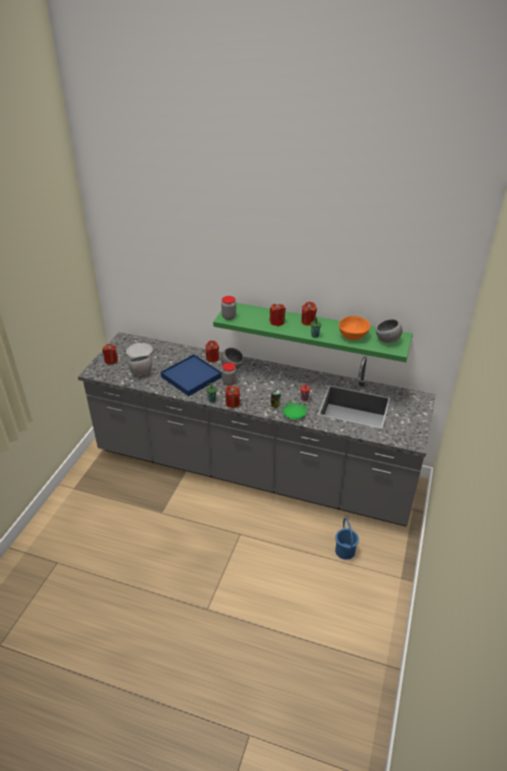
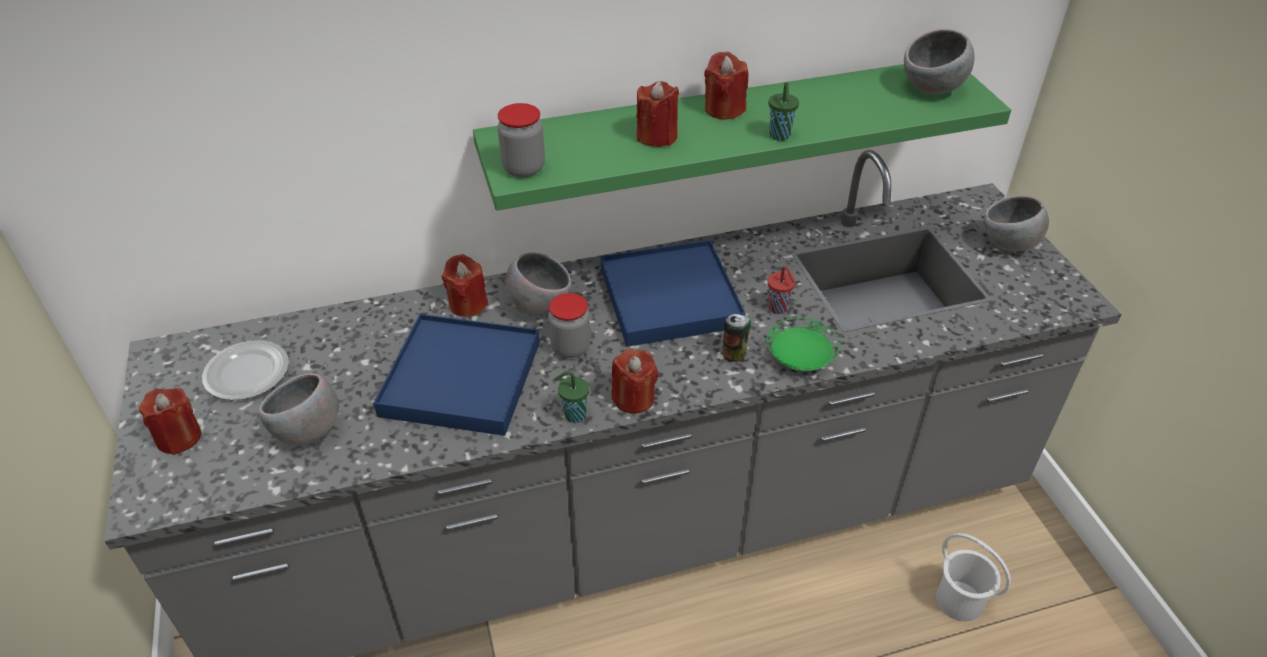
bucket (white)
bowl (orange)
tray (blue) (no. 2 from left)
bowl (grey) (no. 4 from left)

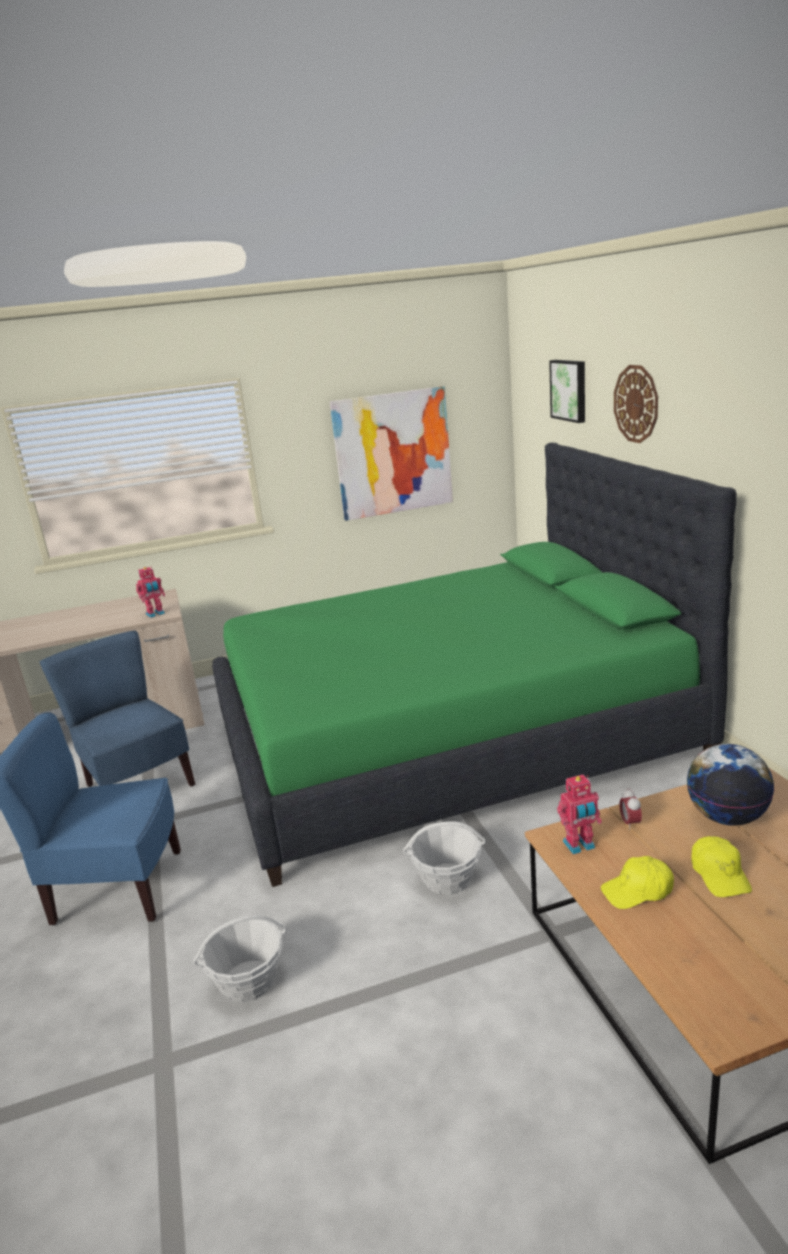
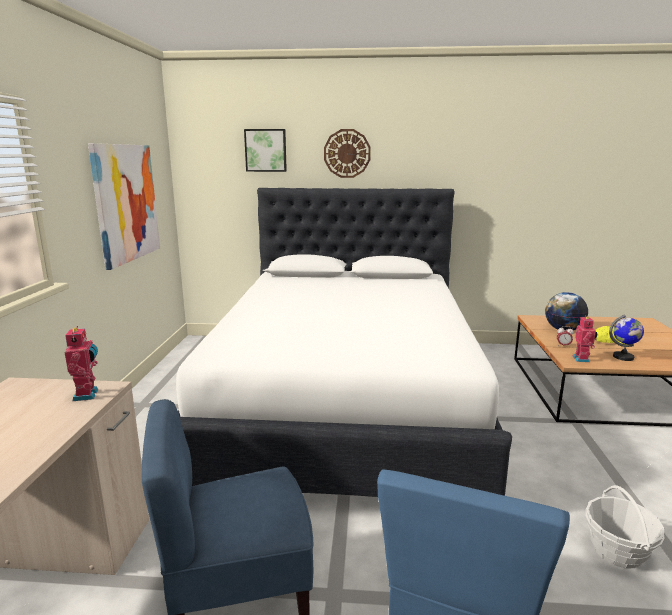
bed (white)
basket (no. 2 from left in the first image)
globe (no. 2 from left)

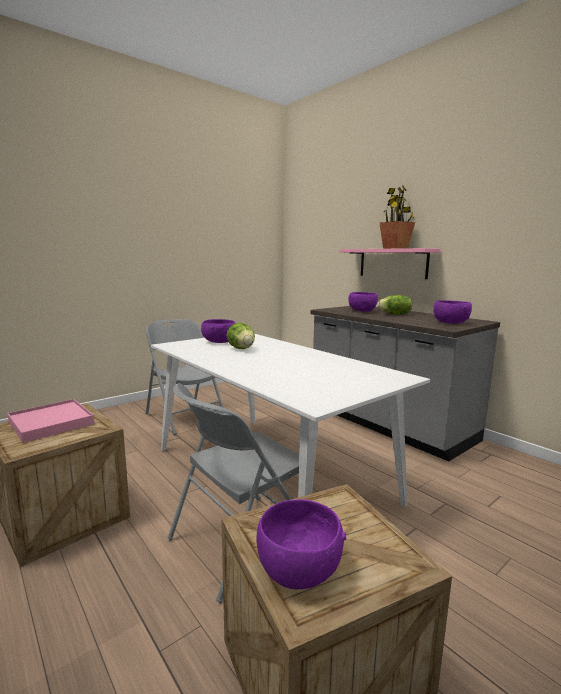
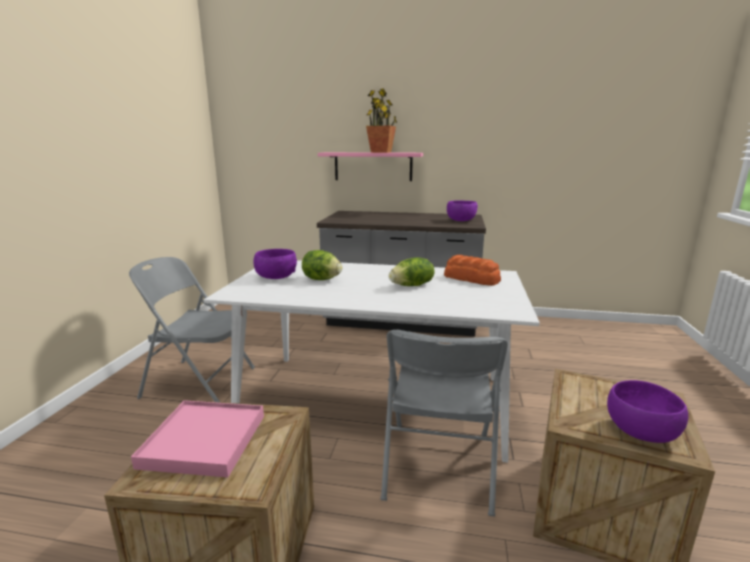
bowl (purple) (no. 3 from left in the first image)
lettuce (no. 2 from left)
bread

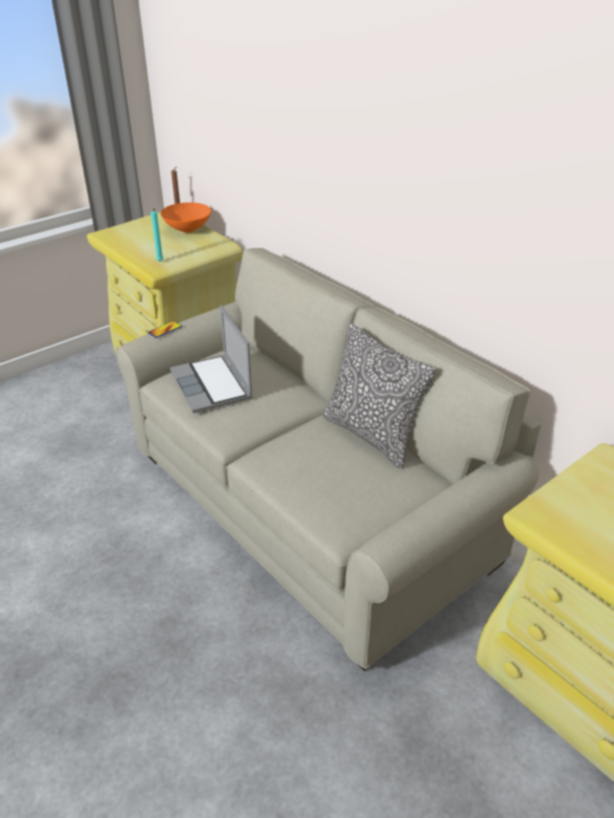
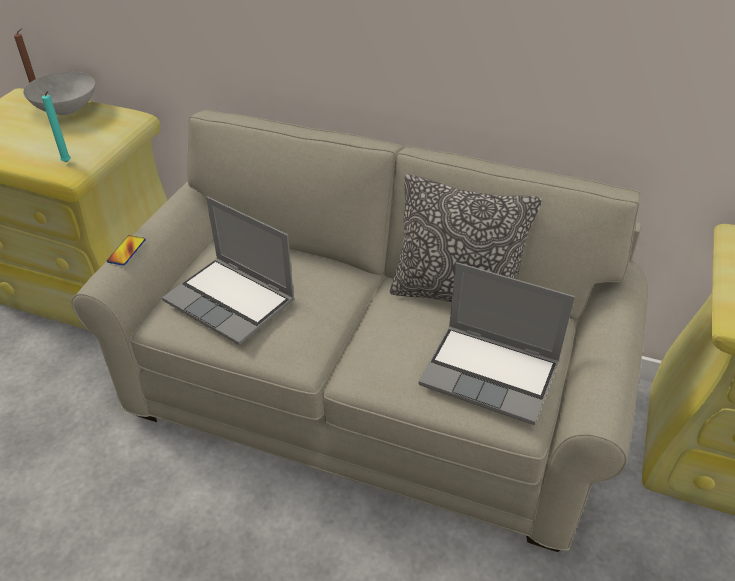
bowl (grey)
laptop (no. 2 from left)

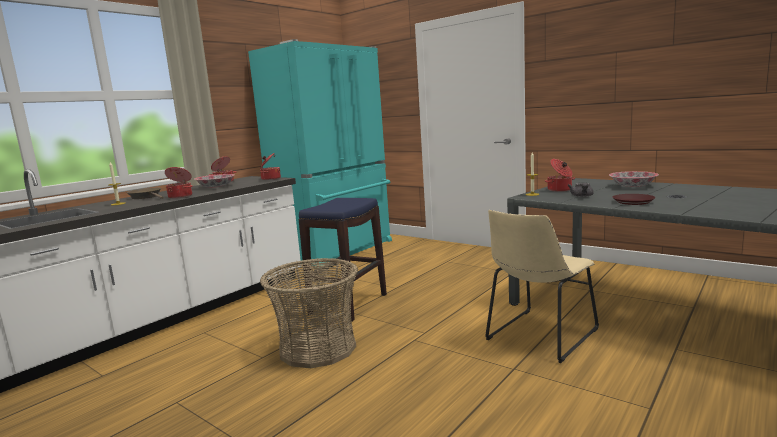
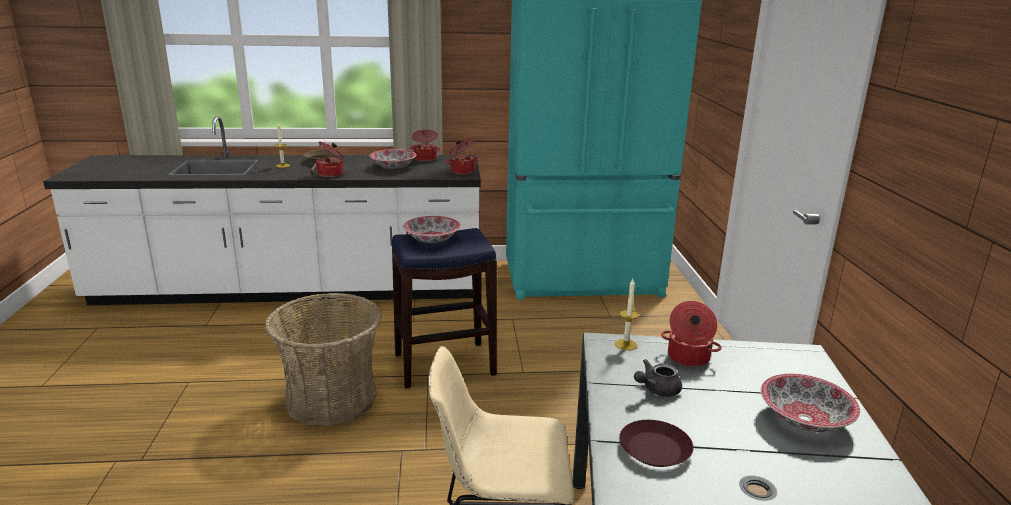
bowl (no. 2 from left)

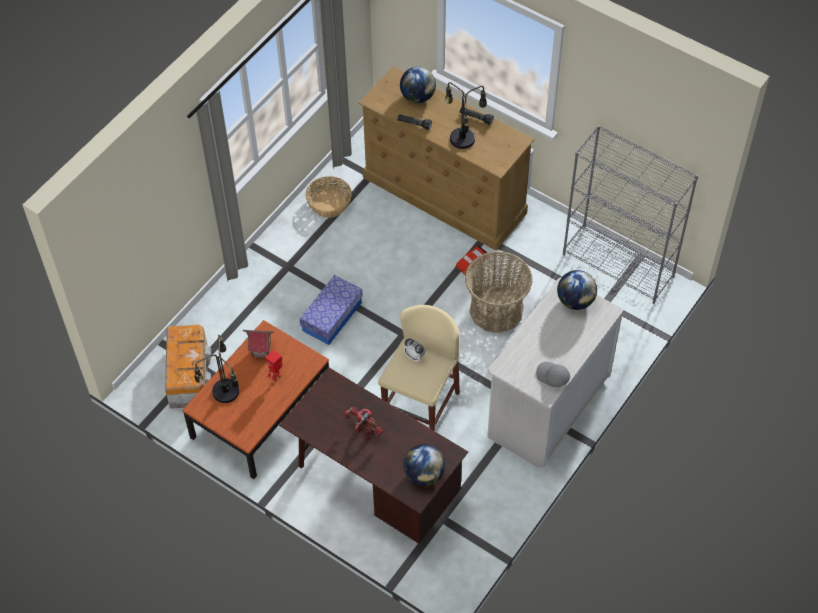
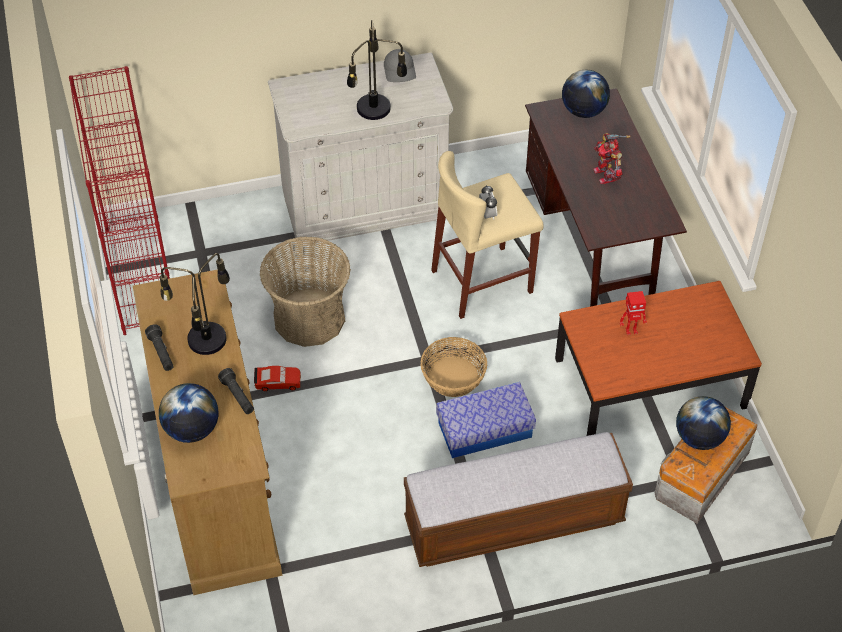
table lamp (no. 2 from left)
toy house
basket (no. 2 from left)
globe (no. 3 from left)
bookcase (red)
bench

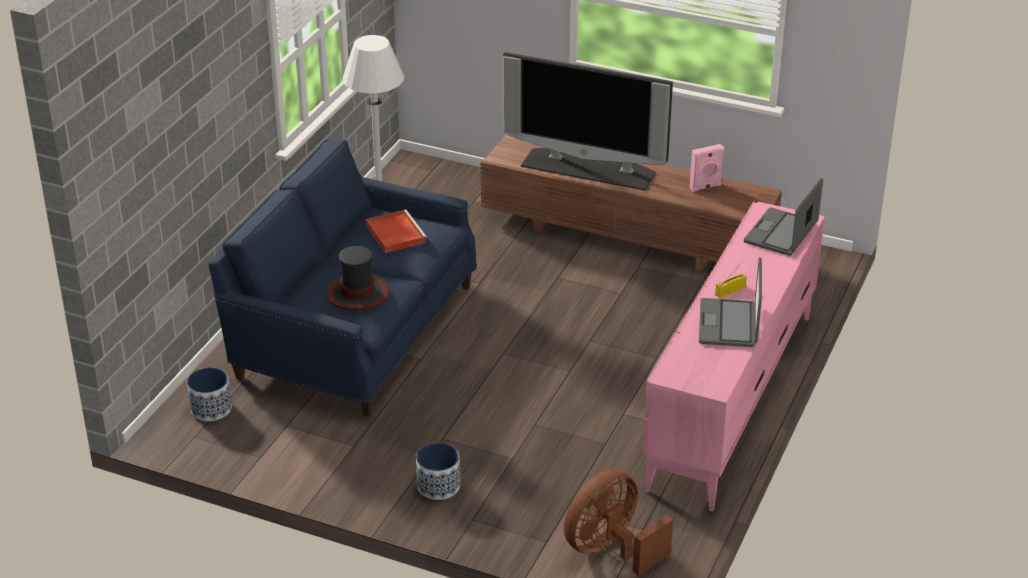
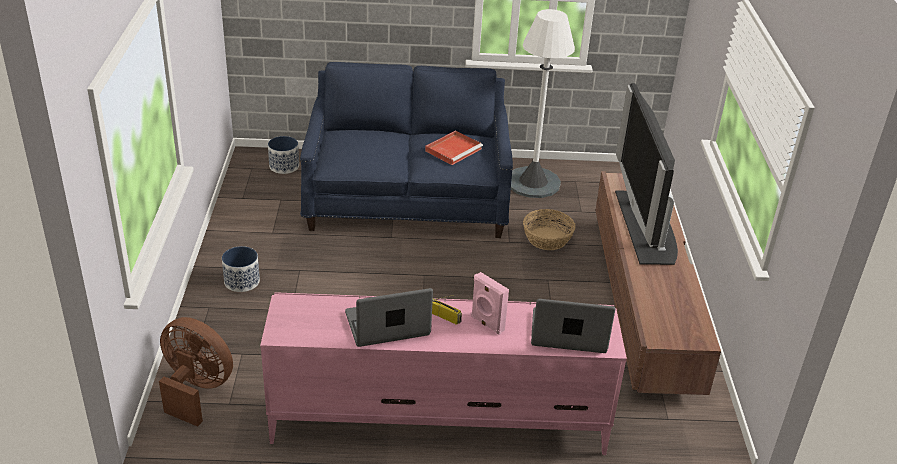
hat
speaker (pink)
basket

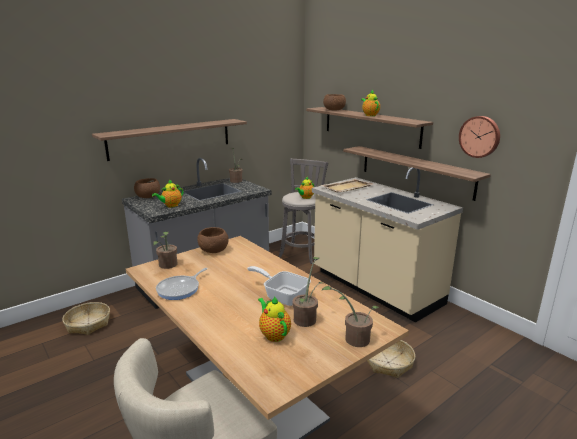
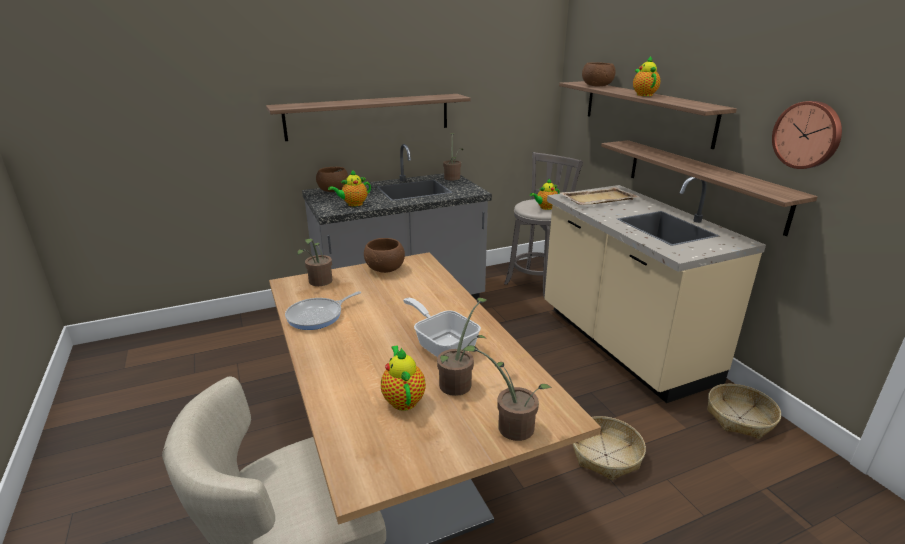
basket (no. 2 from left)

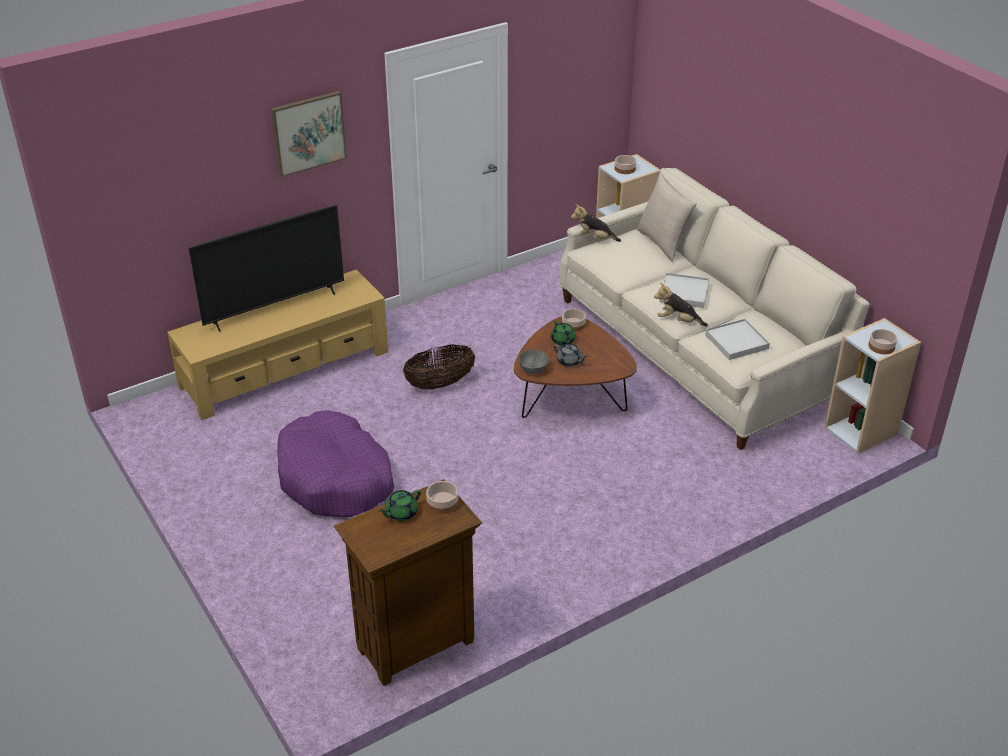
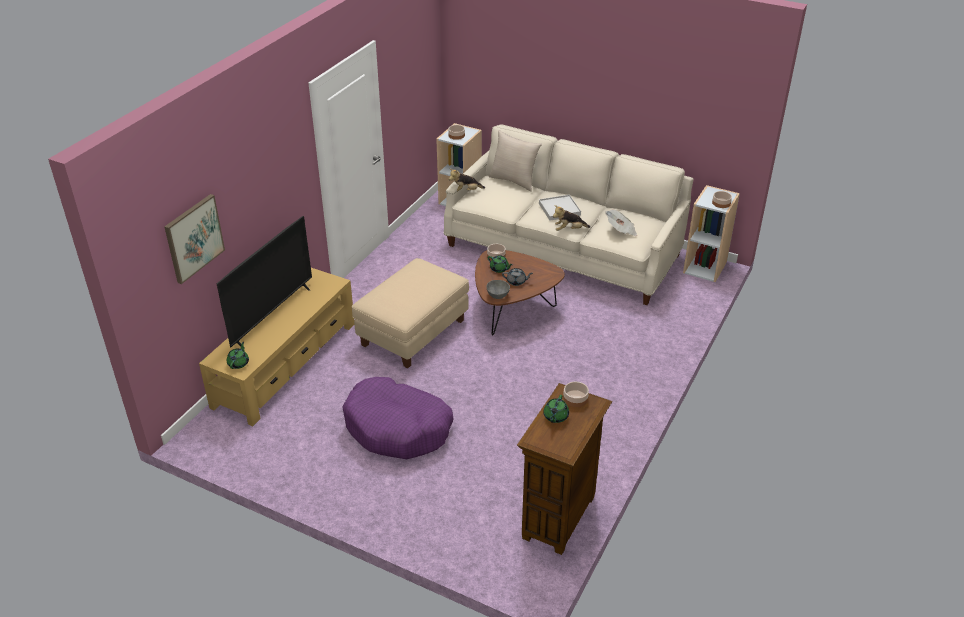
picture
ottoman (beige)
newspaper
teapot (green) (no. 1 from left)

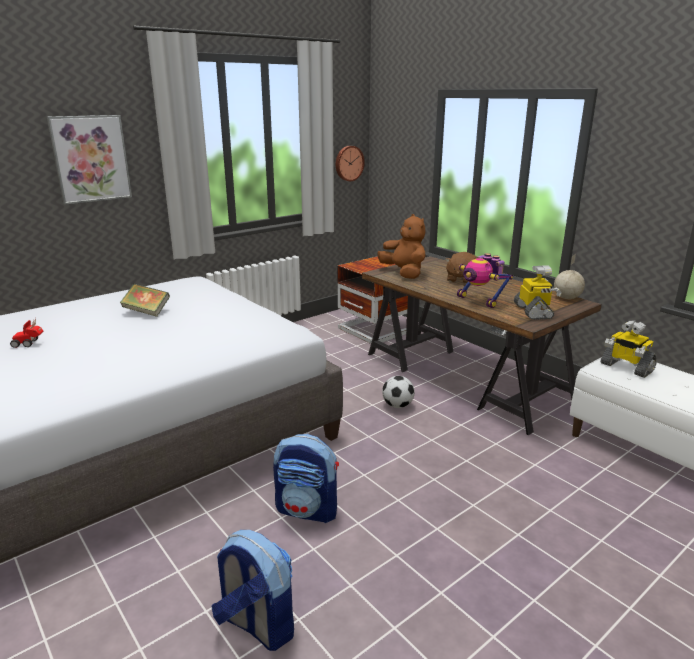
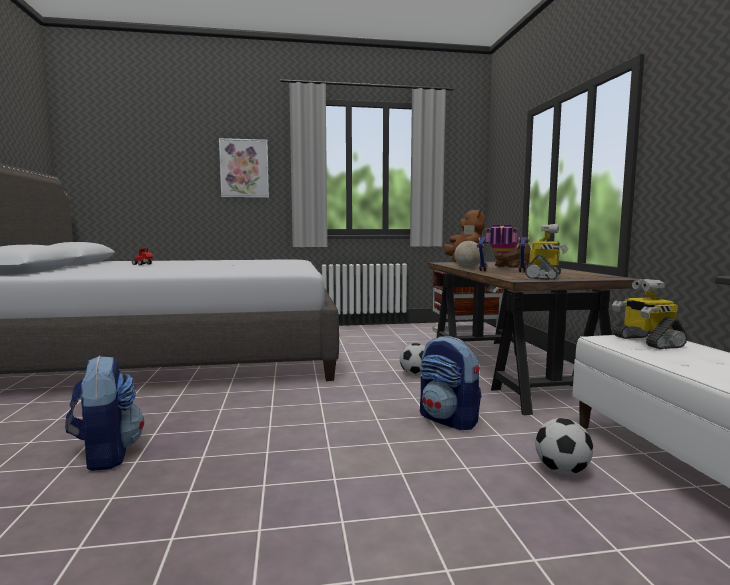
book
backpack (no. 2 from left)
wall clock
toy robot (no. 1 from left)
globe
football (no. 2 from left)

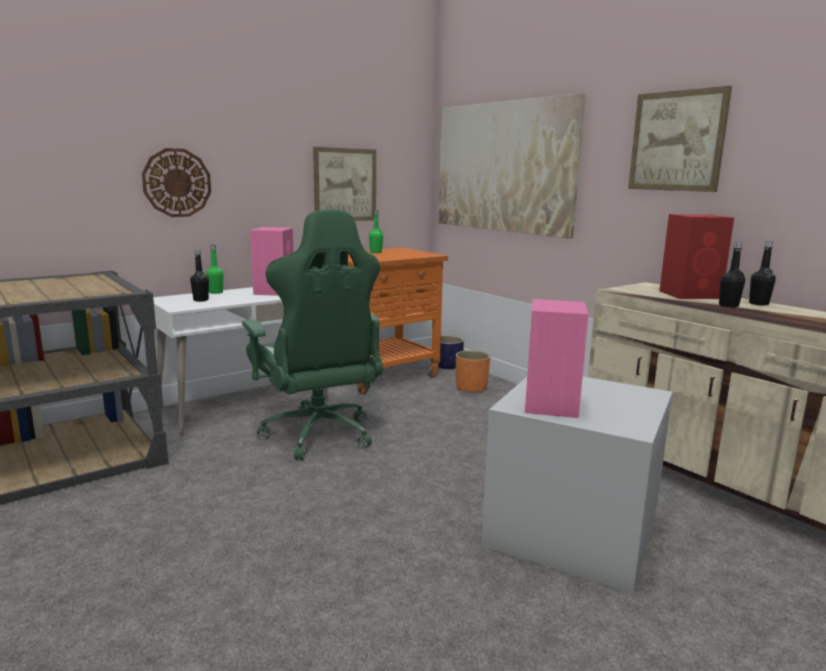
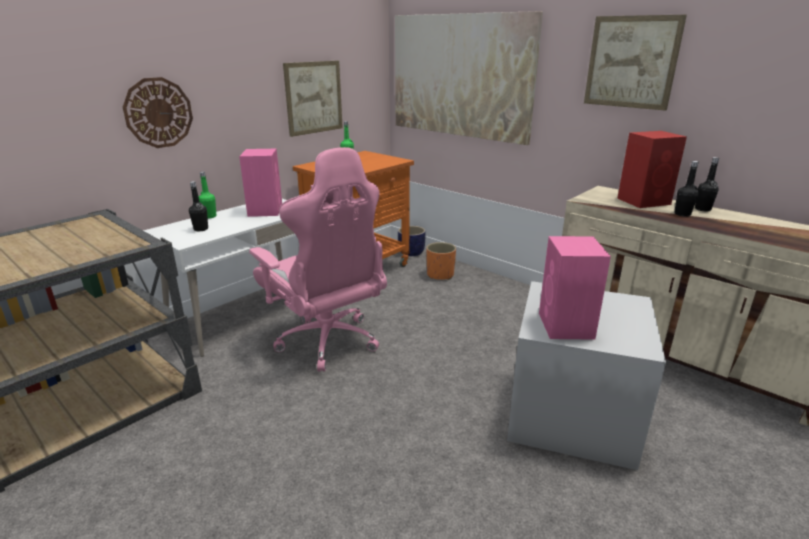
office chair (pink)

